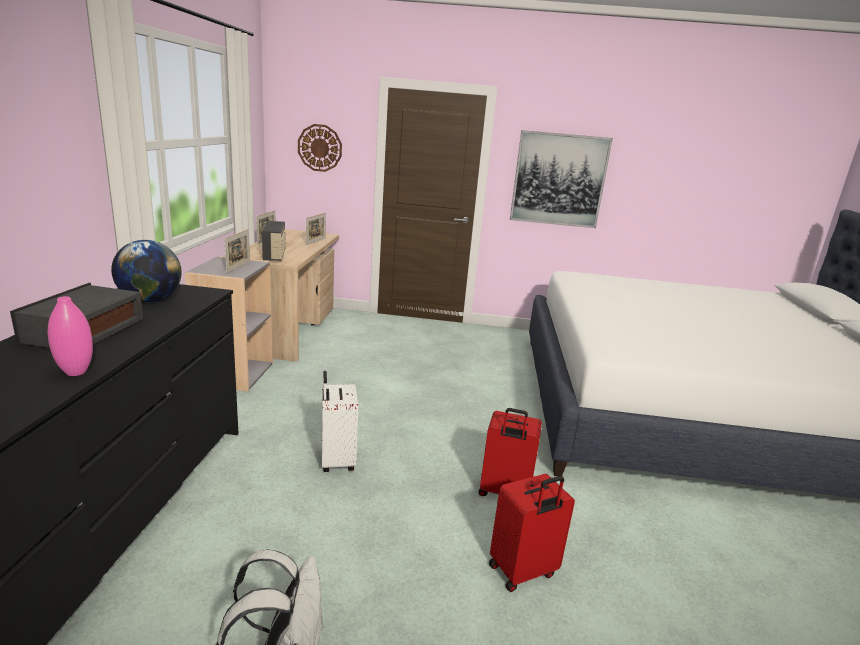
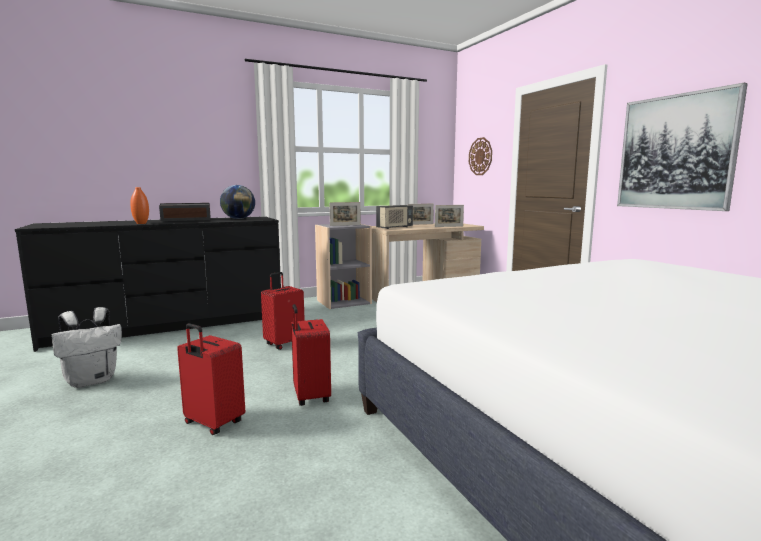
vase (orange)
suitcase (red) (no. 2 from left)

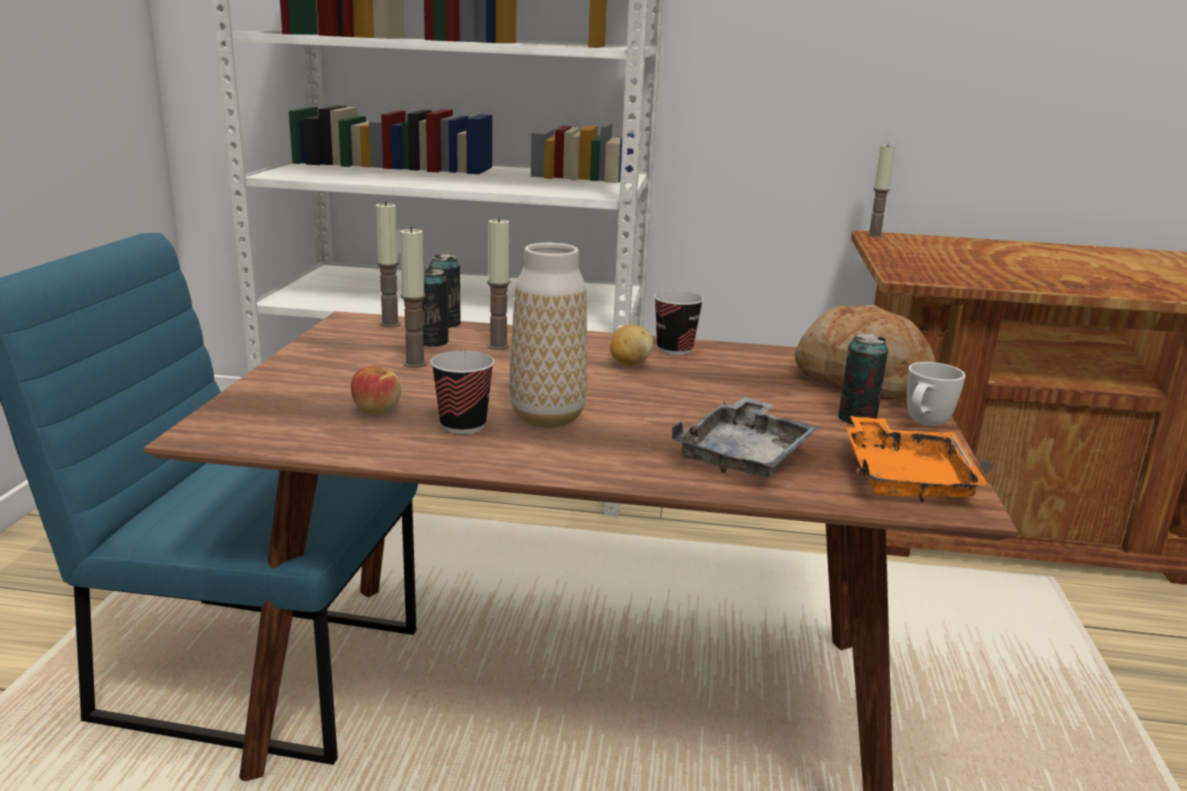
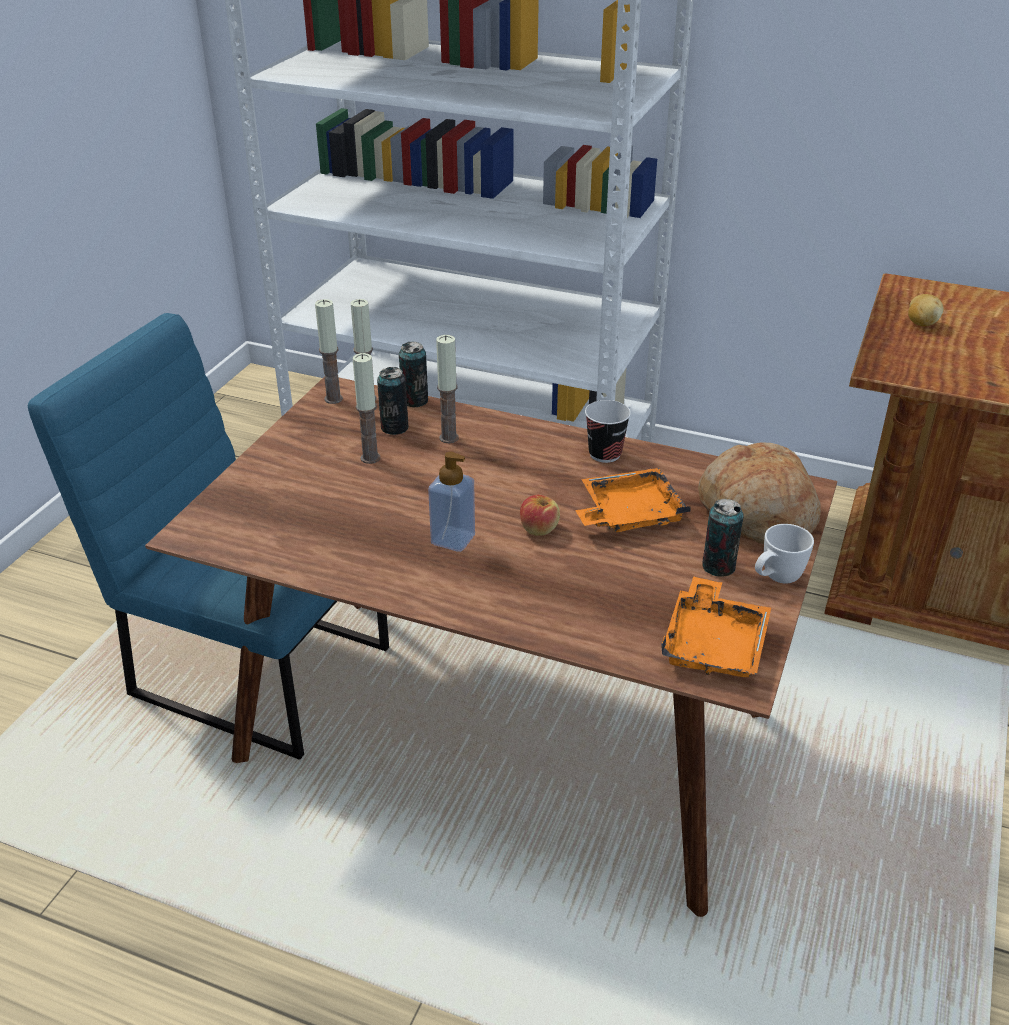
apple
cup (no. 1 from left in the first image)
soap dispenser
potato
tray (grey)
candle (no. 1 from left)
tray (orange) (no. 1 from left)

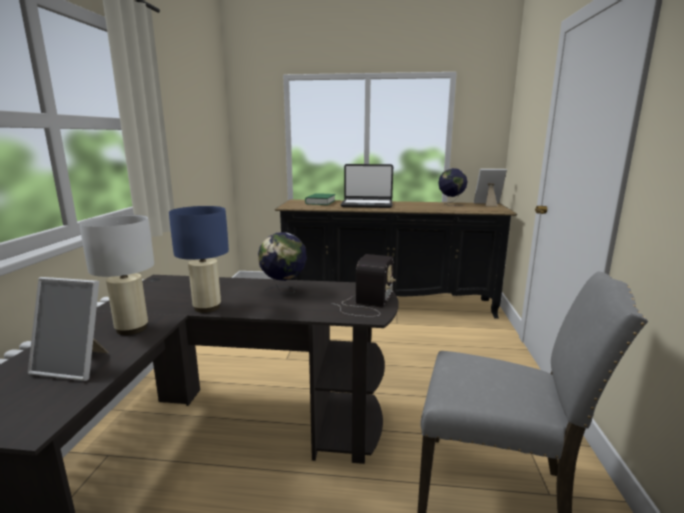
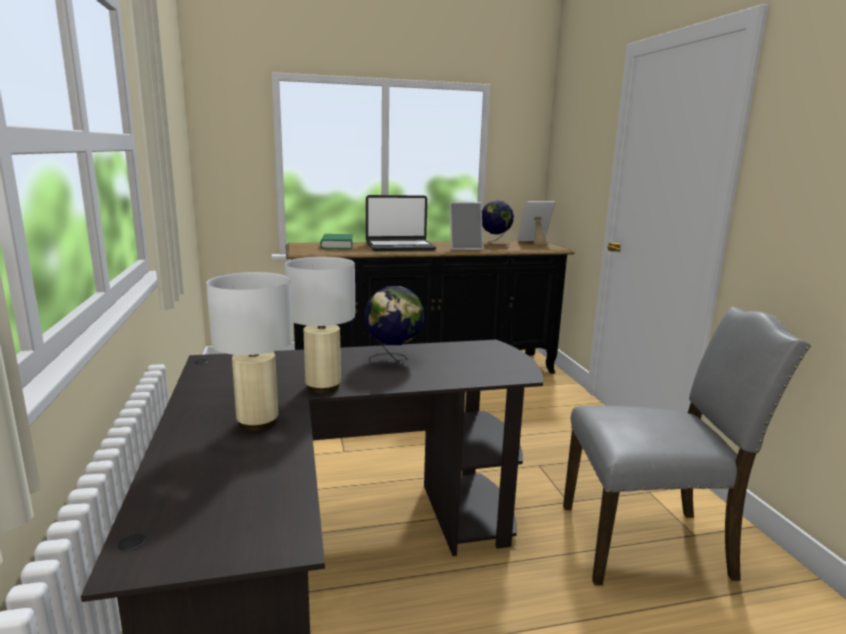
picture frame (no. 1 from left)
table lamp (white) (no. 2 from left)
radio

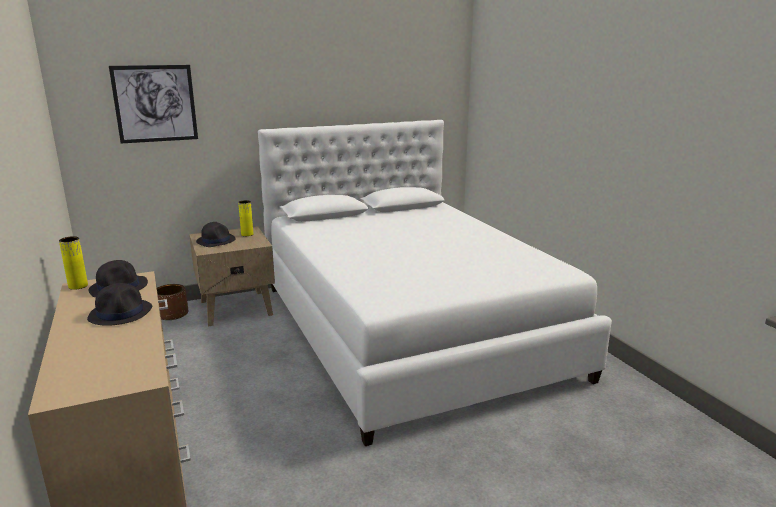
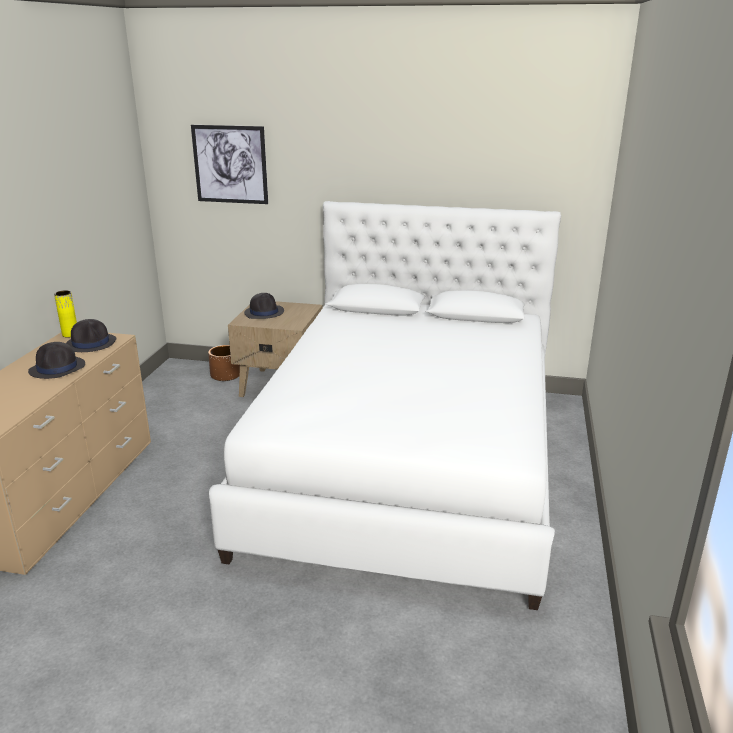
vase (yellow) (no. 2 from left in the first image)

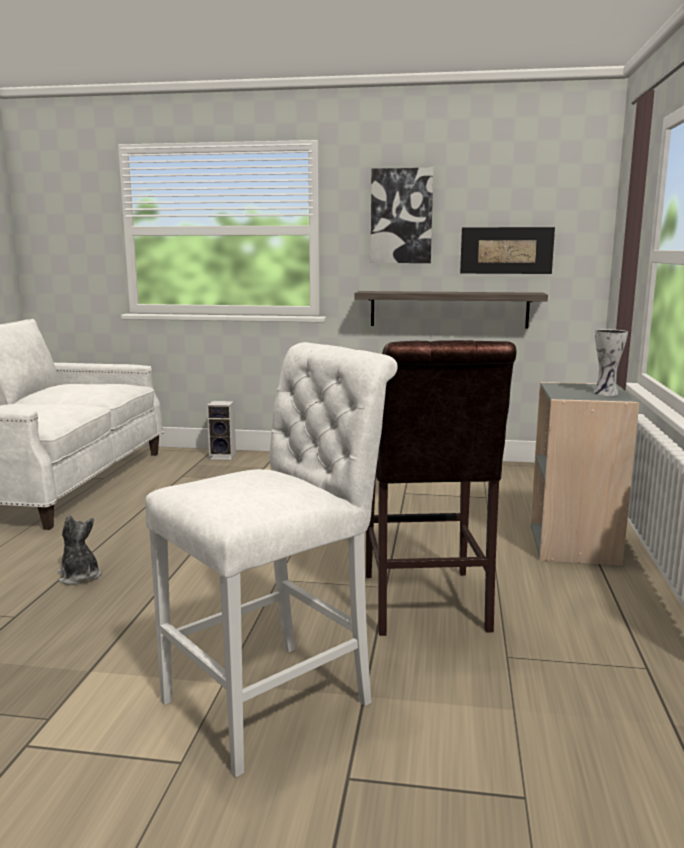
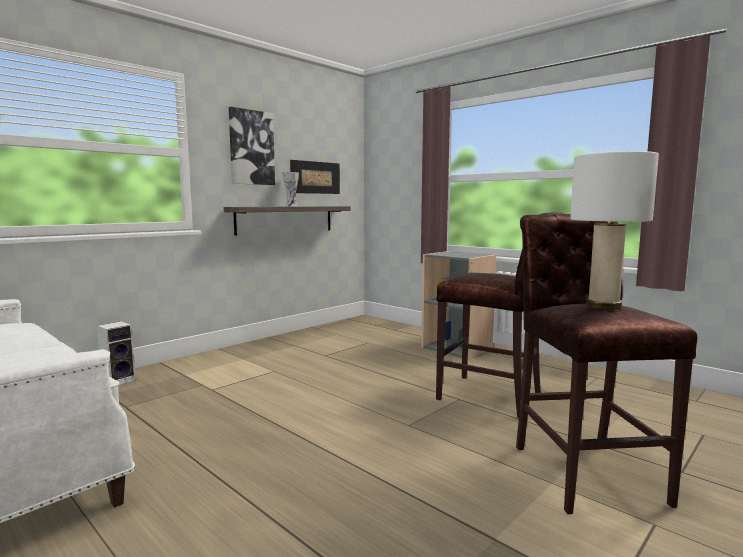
plush toy
stool (brown) (no. 2 from left)
vase
table lamp (white)

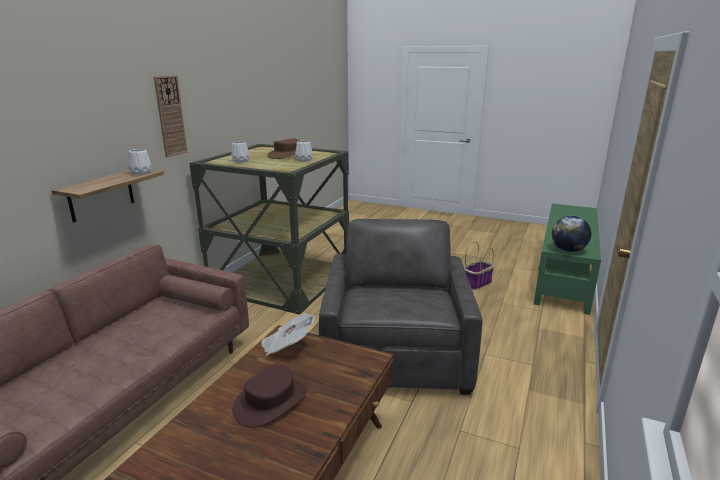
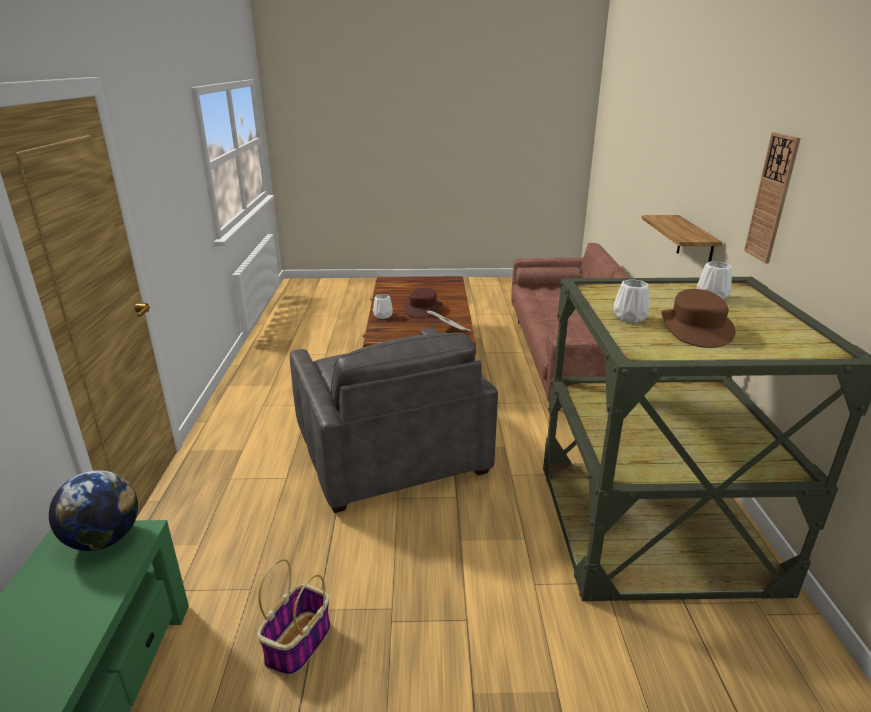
vase (white) (no. 1 from left)

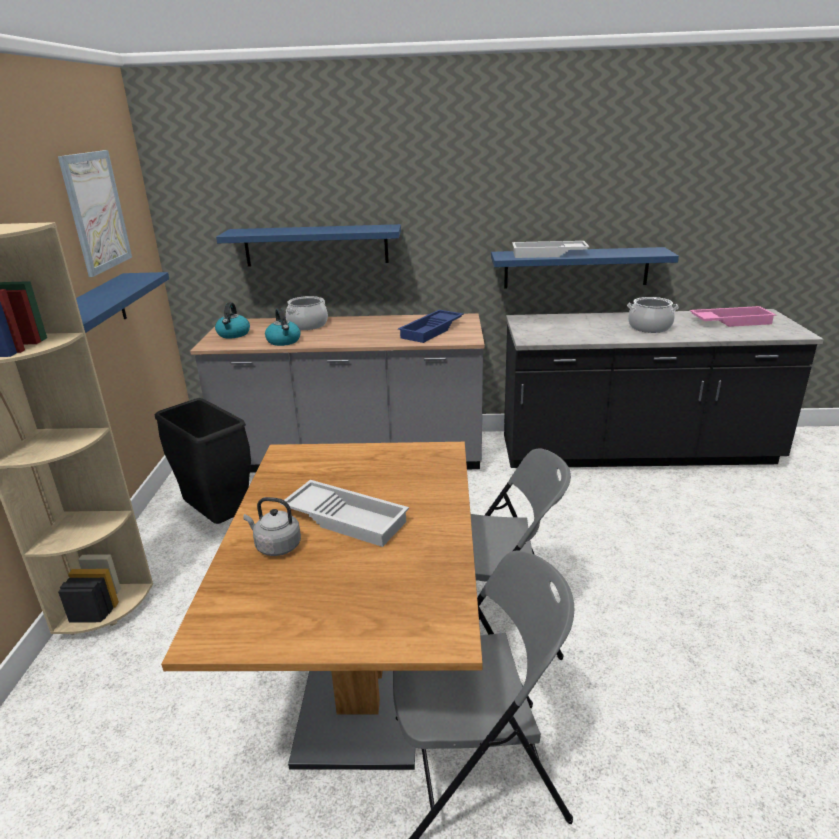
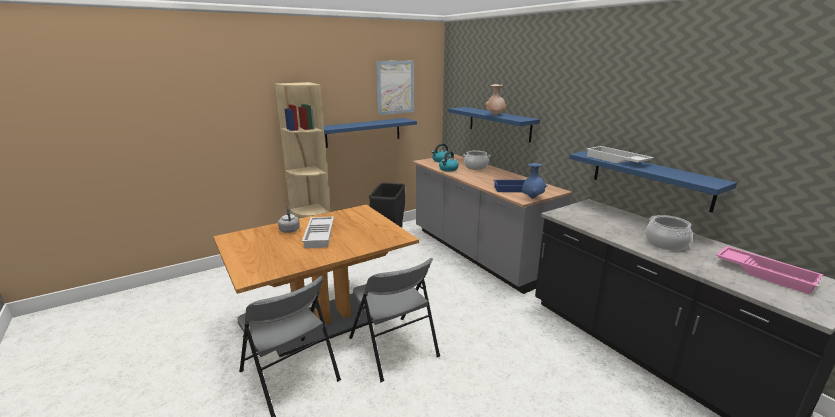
vase (beige)
vase (blue)

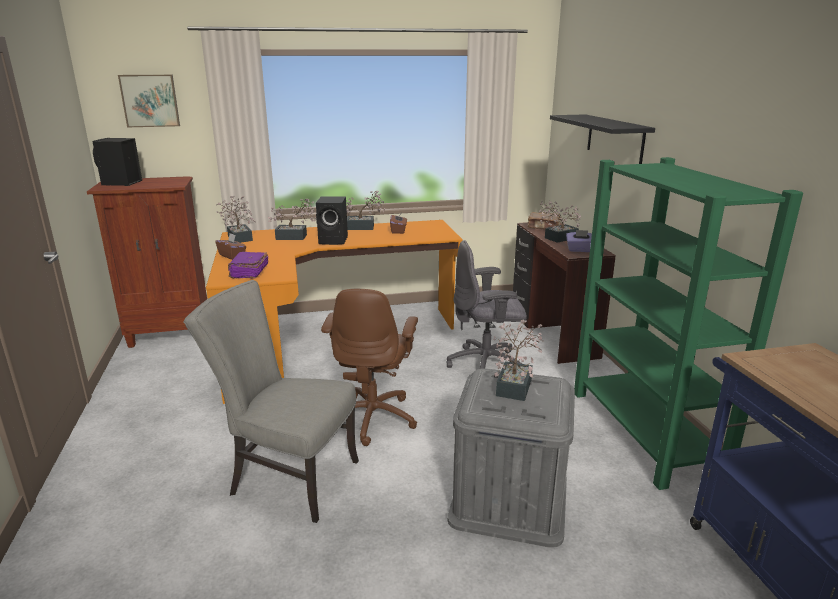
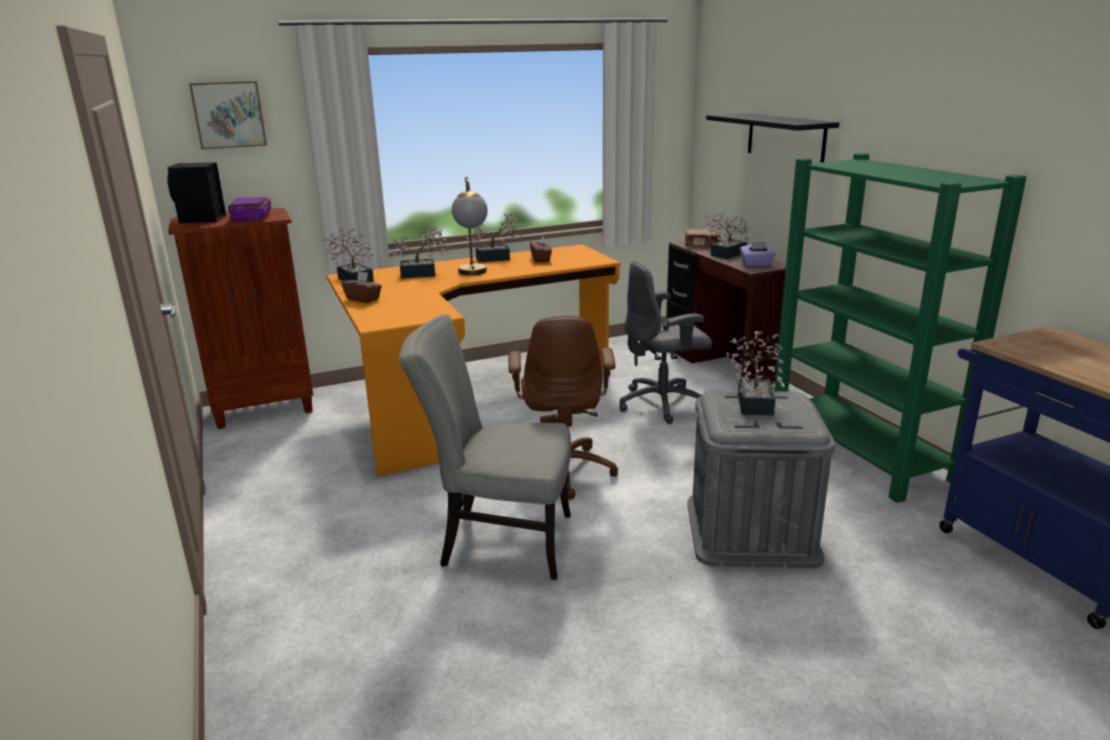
book (purple)
table lamp

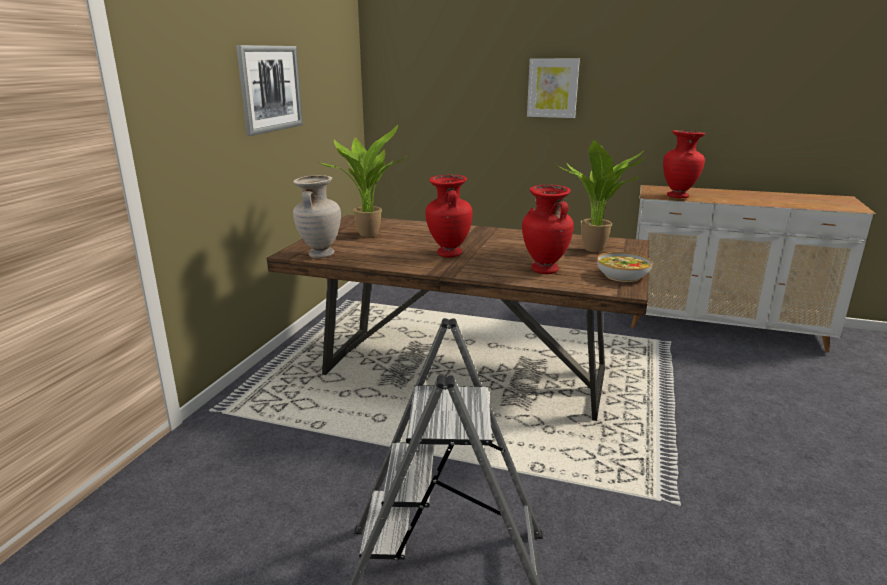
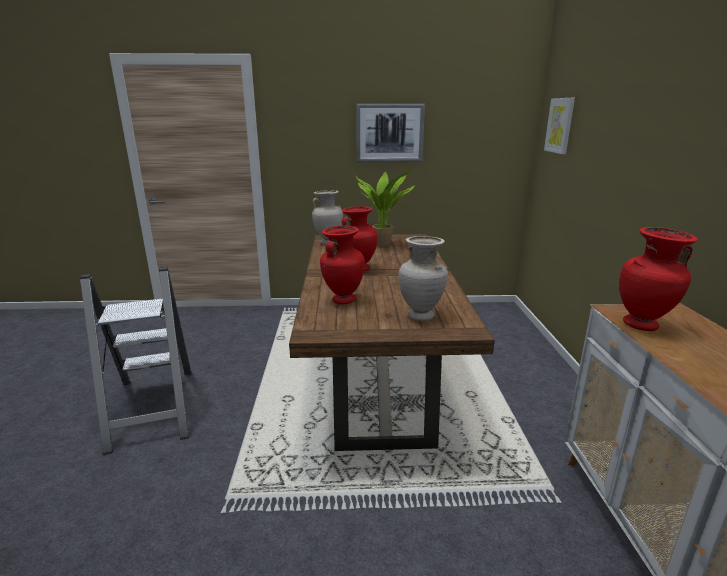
picture (no. 2 from left)
vase (beige) (no. 2 from left)
bowl

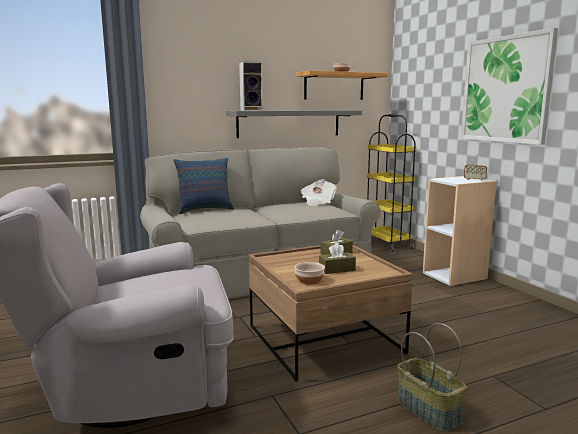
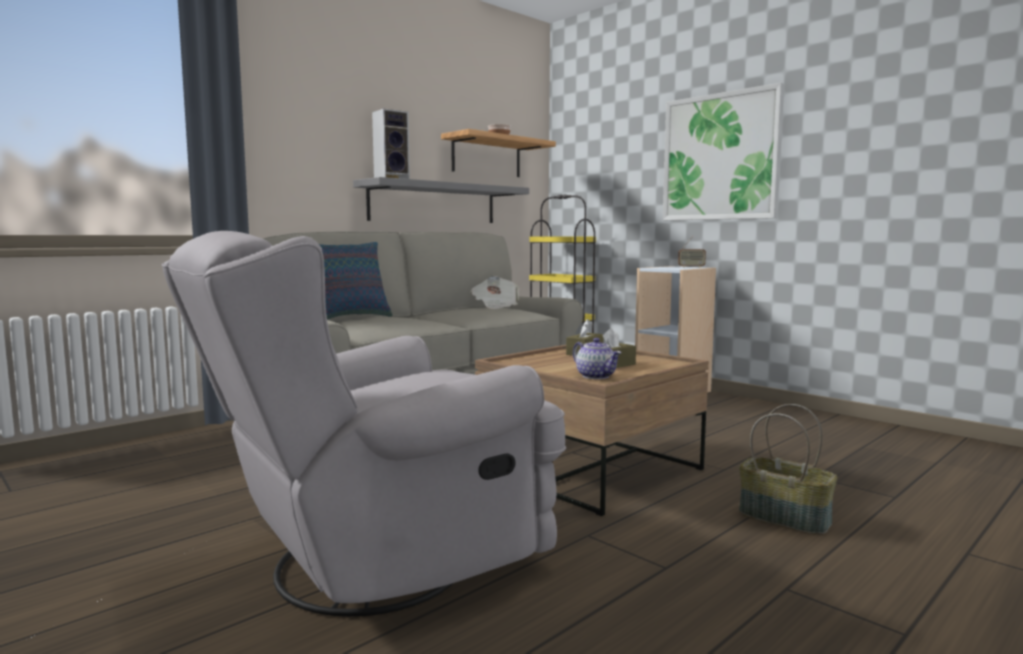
teapot

